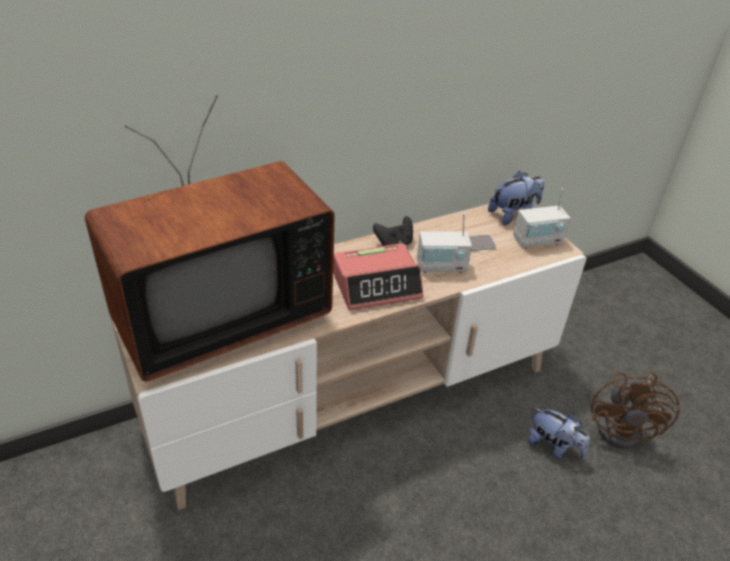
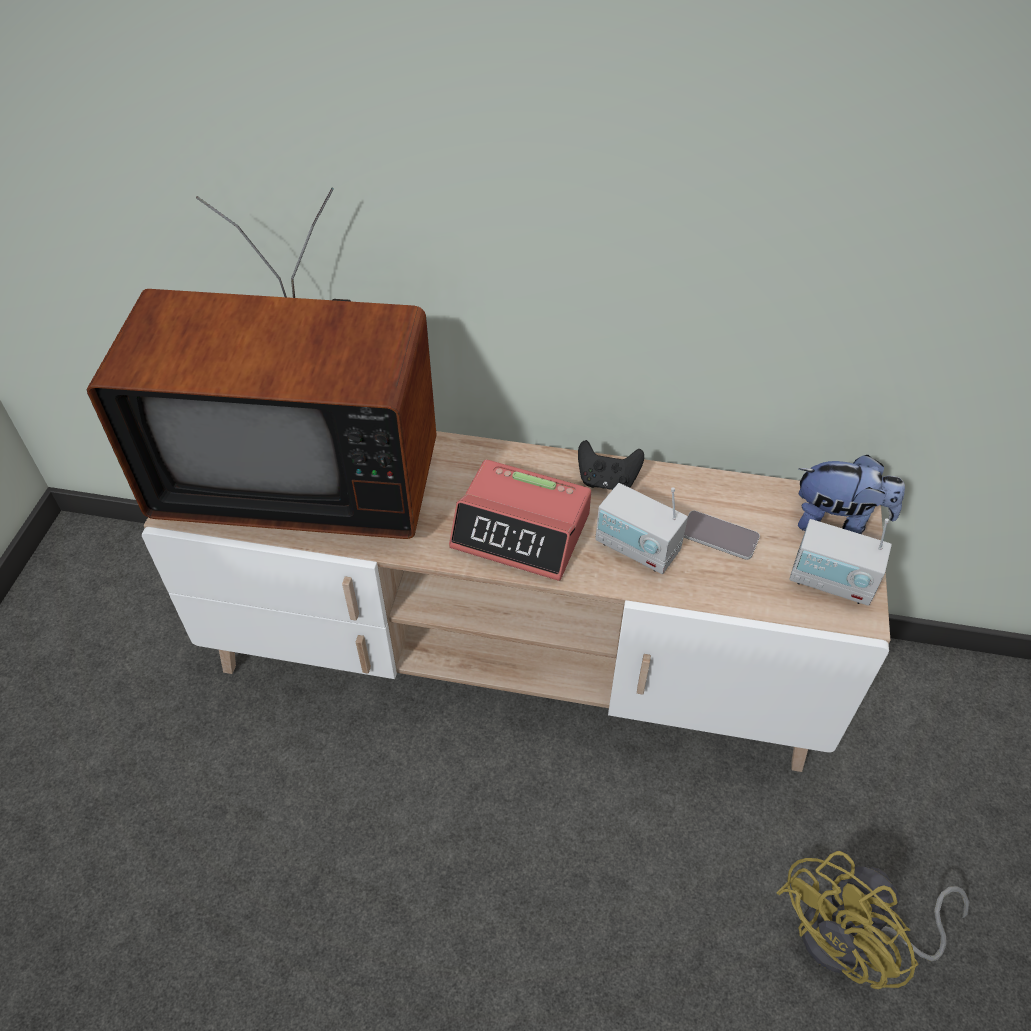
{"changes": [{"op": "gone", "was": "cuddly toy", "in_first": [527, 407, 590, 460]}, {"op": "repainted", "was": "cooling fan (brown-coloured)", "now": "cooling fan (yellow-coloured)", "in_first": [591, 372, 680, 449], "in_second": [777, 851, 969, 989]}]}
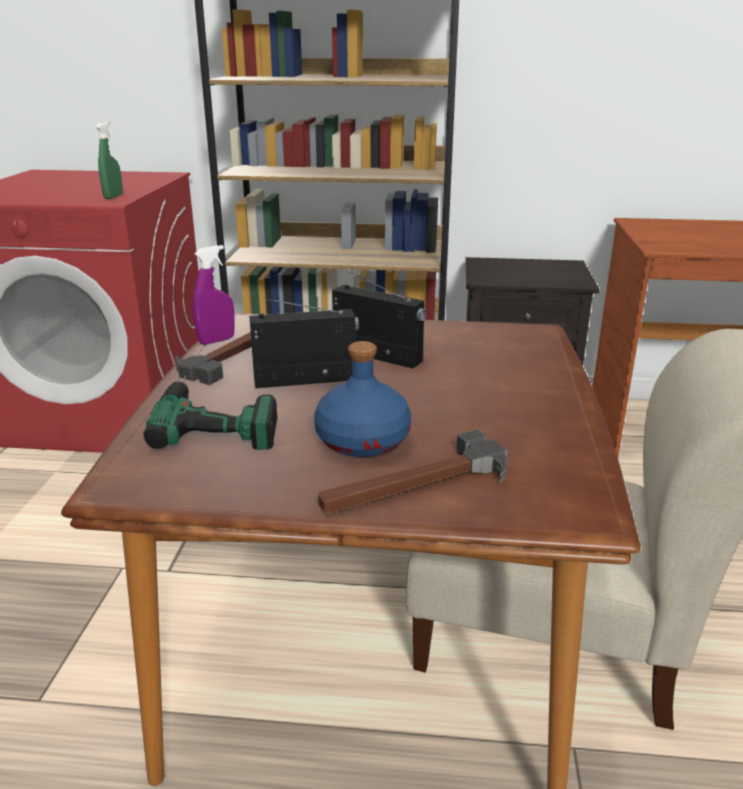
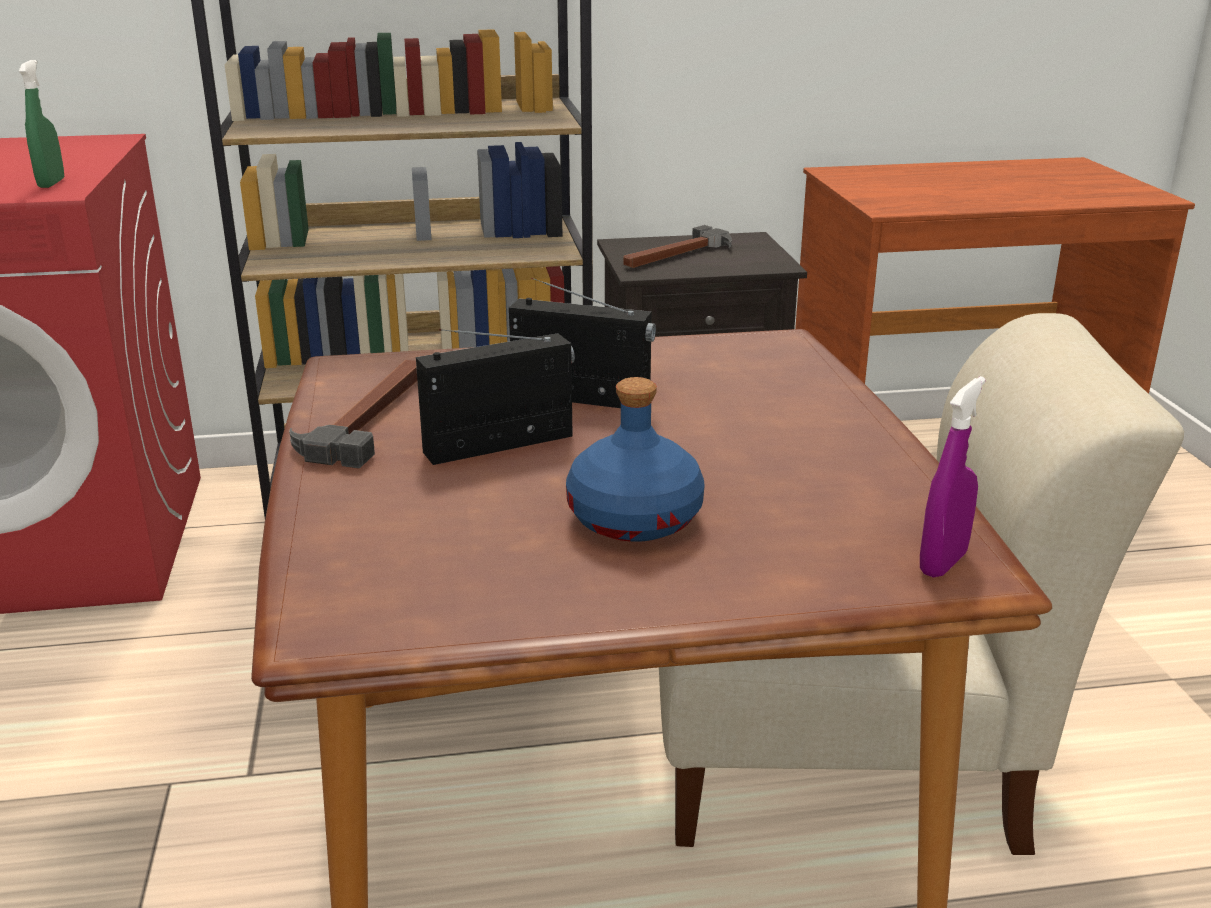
{"changes": [{"op": "gone", "was": "drill", "in_first": [144, 375, 278, 450]}, {"op": "shifted", "was": "spray bottle (purple)", "in_first": [193, 245, 235, 345], "in_second": [920, 376, 985, 578]}, {"op": "shifted", "was": "tool hammer", "in_first": [318, 429, 508, 514], "in_second": [623, 225, 732, 268]}]}
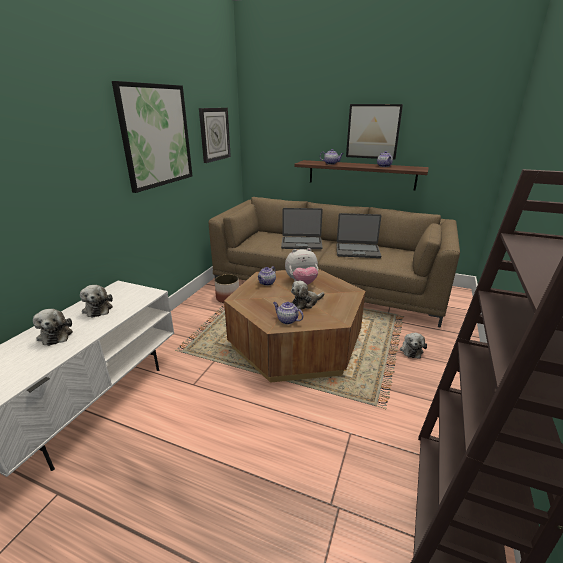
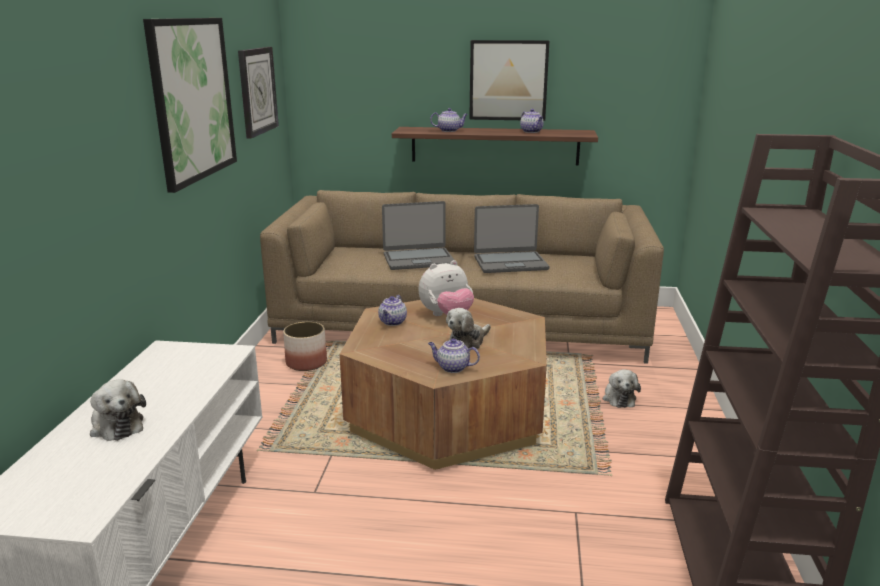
{"changes": [{"op": "gone", "was": "cuddly toy", "in_first": [80, 285, 113, 318]}]}
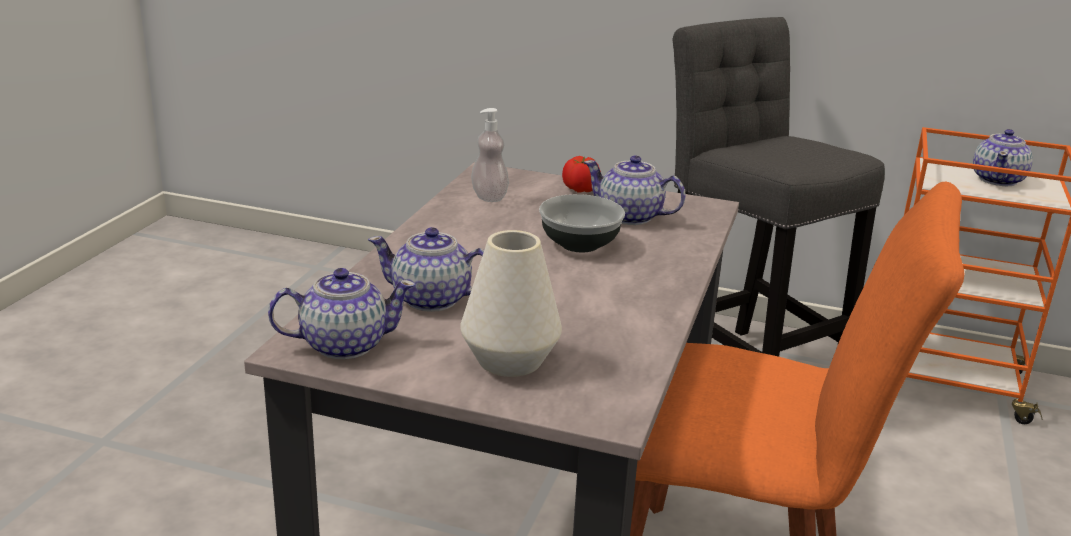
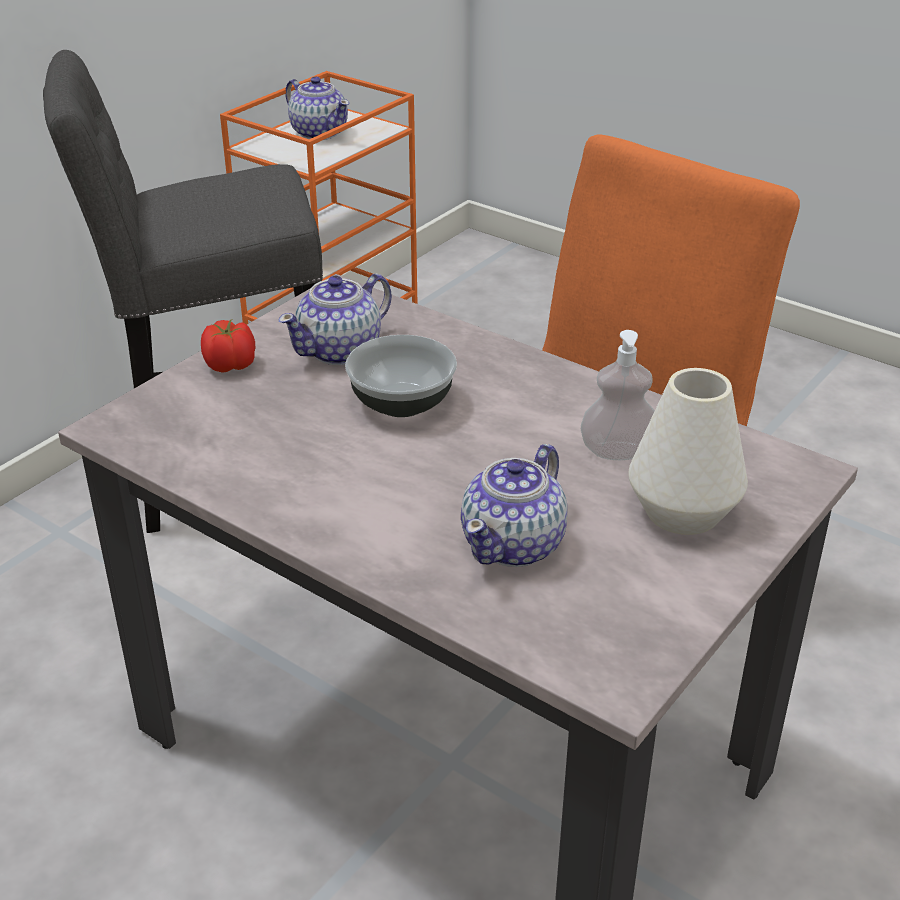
{"changes": [{"op": "gone", "was": "tea pot", "in_first": [268, 268, 416, 359]}, {"op": "shifted", "was": "soap bottle", "in_first": [471, 108, 509, 202], "in_second": [581, 330, 655, 460]}]}
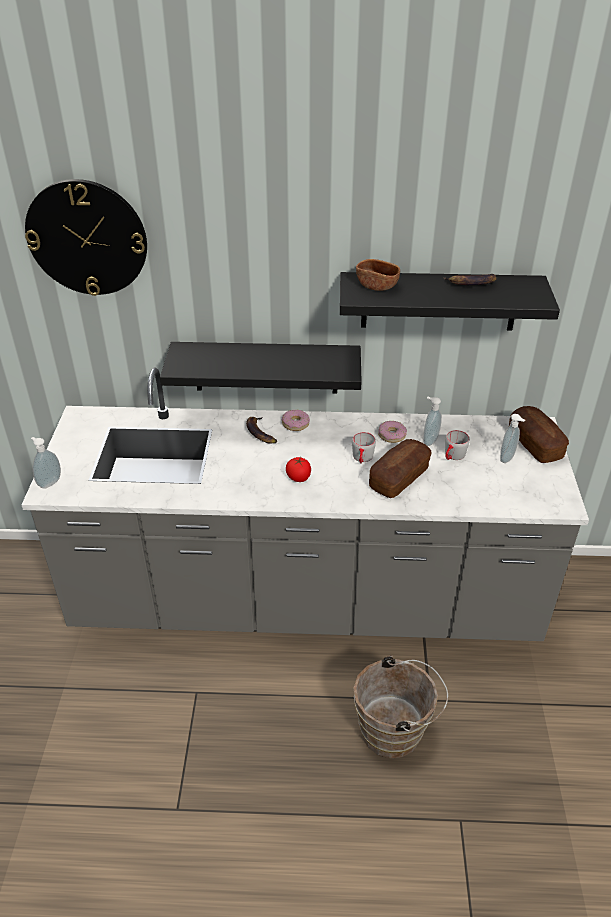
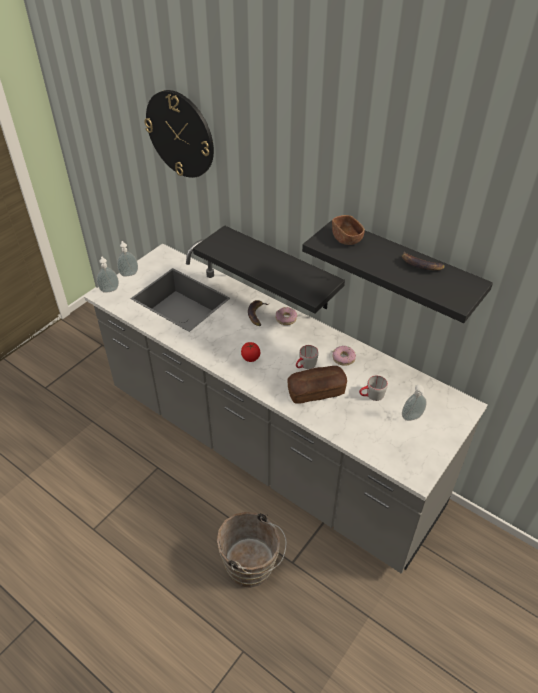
{"changes": [{"op": "gone", "was": "bread", "in_first": [509, 406, 569, 463]}, {"op": "shifted", "was": "soap bottle", "in_first": [423, 397, 442, 446], "in_second": [117, 241, 138, 277]}]}
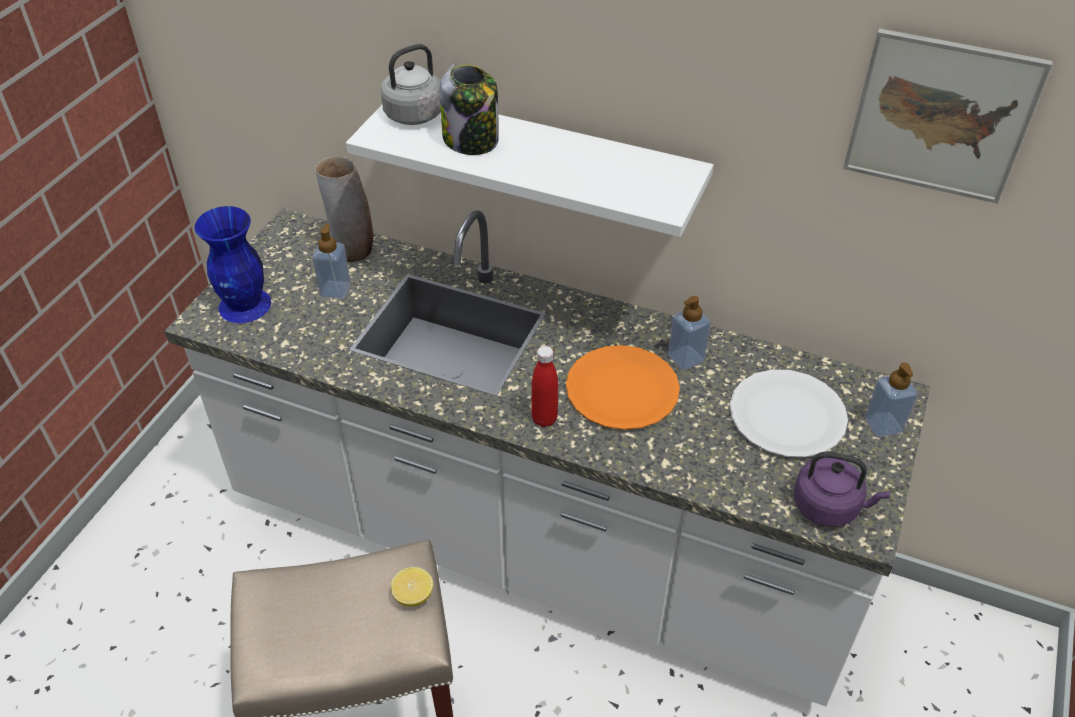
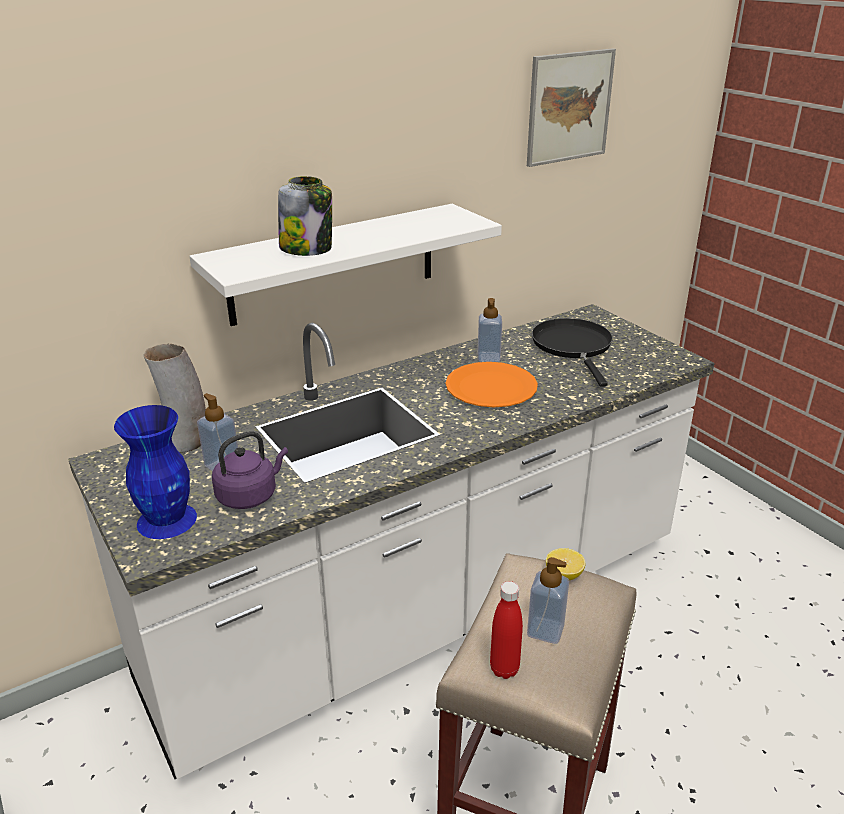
{"changes": [{"op": "gone", "was": "tea kettle (grey)", "in_first": [381, 44, 456, 125]}, {"op": "shifted", "was": "beverage bottle (red-coloured)", "in_first": [532, 346, 558, 427], "in_second": [490, 581, 523, 679]}, {"op": "shifted", "was": "tea kettle (purple)", "in_first": [794, 451, 890, 527], "in_second": [212, 431, 288, 509]}, {"op": "shifted", "was": "soap bottle", "in_first": [865, 362, 918, 437], "in_second": [527, 557, 569, 644]}, {"op": "swapped", "was": "dinner plate (white)", "now": "skillet (blackish)", "in_first": [730, 369, 848, 458], "in_second": [532, 318, 613, 387]}]}
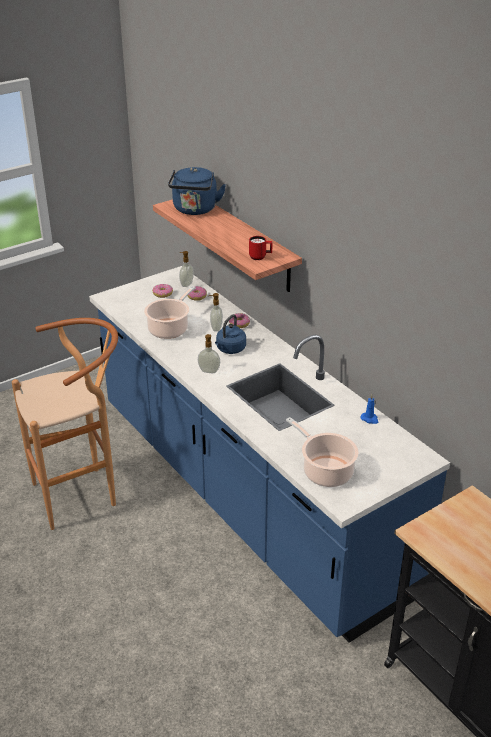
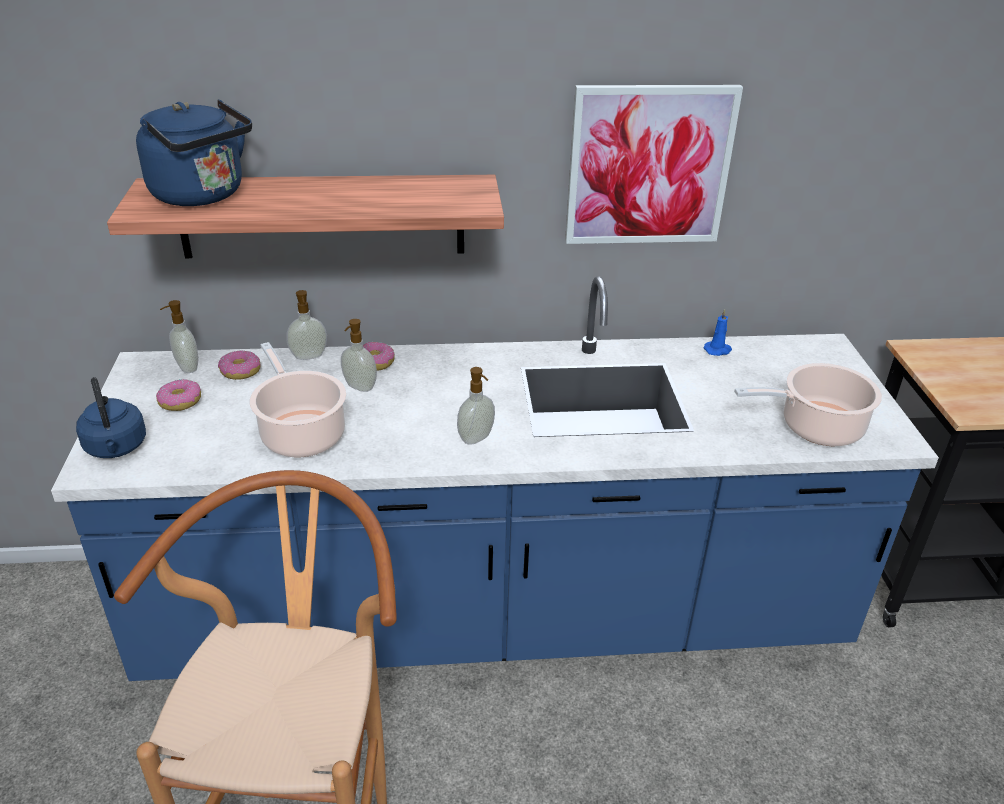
{"changes": [{"op": "gone", "was": "mug (red-coloured)", "in_first": [249, 236, 272, 260]}, {"op": "new", "now": "soap bottle", "in_second": [286, 290, 327, 360]}, {"op": "new", "now": "wall picture", "in_second": [565, 85, 743, 244]}, {"op": "shifted", "was": "tea kettle (bluish)", "in_first": [215, 314, 246, 354], "in_second": [76, 377, 146, 458]}]}
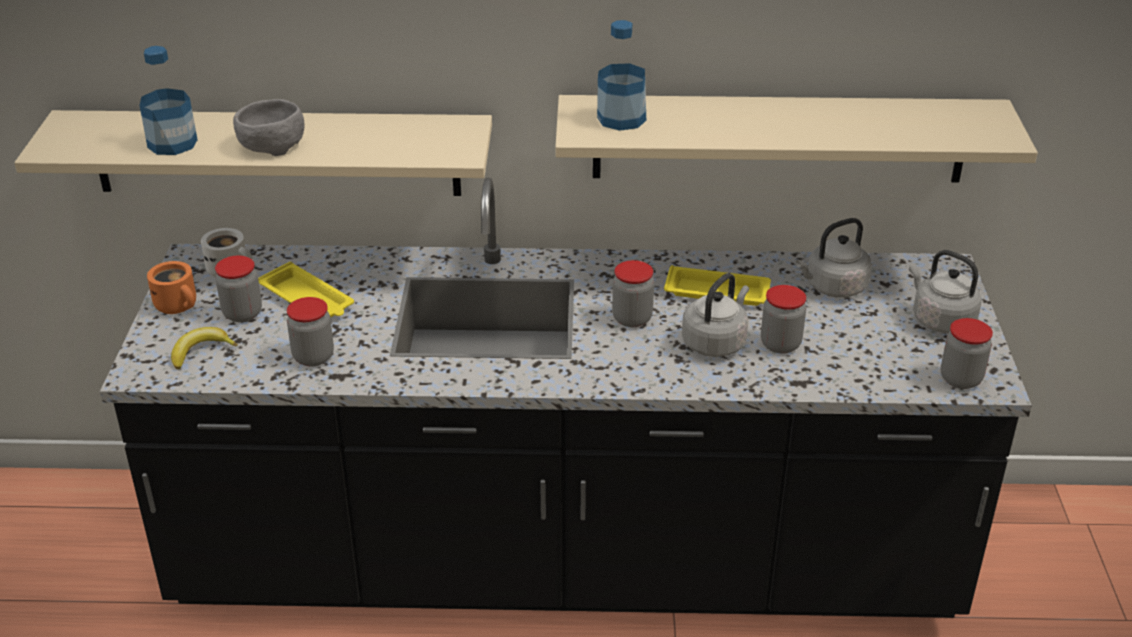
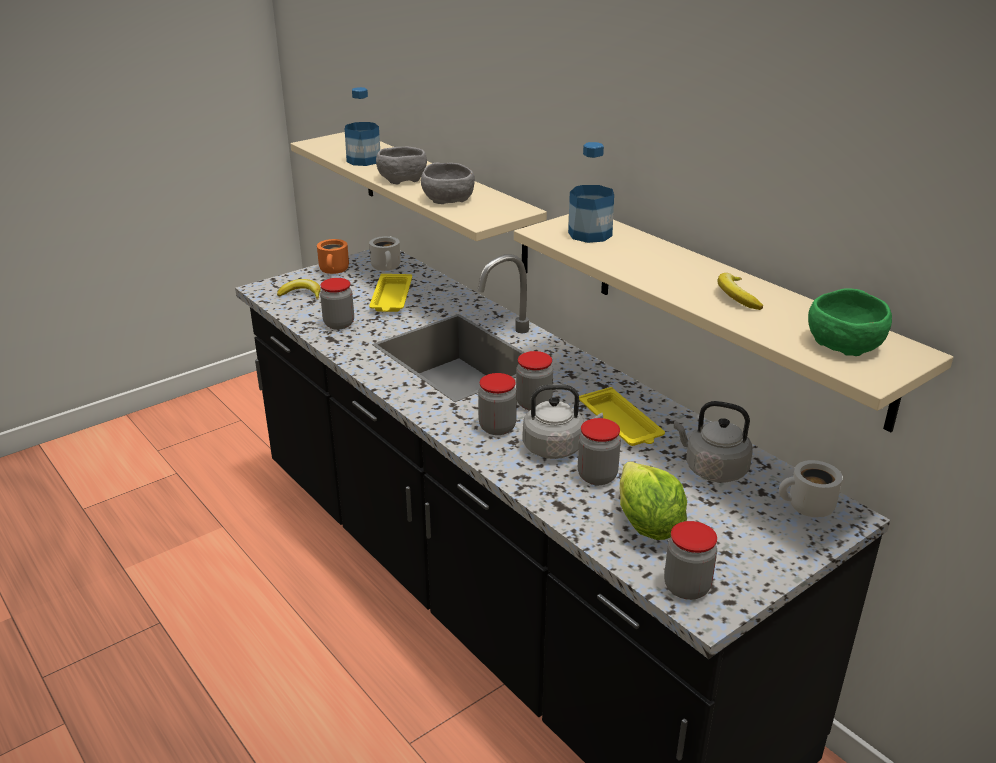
{"changes": [{"op": "gone", "was": "tea kettle (grey)", "in_first": [909, 250, 982, 333]}, {"op": "new", "now": "bowl (grey)", "in_second": [421, 163, 475, 204]}, {"op": "new", "now": "lettuce head", "in_second": [620, 461, 687, 540]}, {"op": "new", "now": "whole banana", "in_second": [717, 273, 763, 310]}, {"op": "new", "now": "mug (white)", "in_second": [779, 460, 843, 517]}, {"op": "new", "now": "bowl (green)", "in_second": [808, 288, 892, 356]}, {"op": "shifted", "was": "storage jar", "in_first": [215, 256, 262, 322], "in_second": [478, 373, 517, 435]}]}
